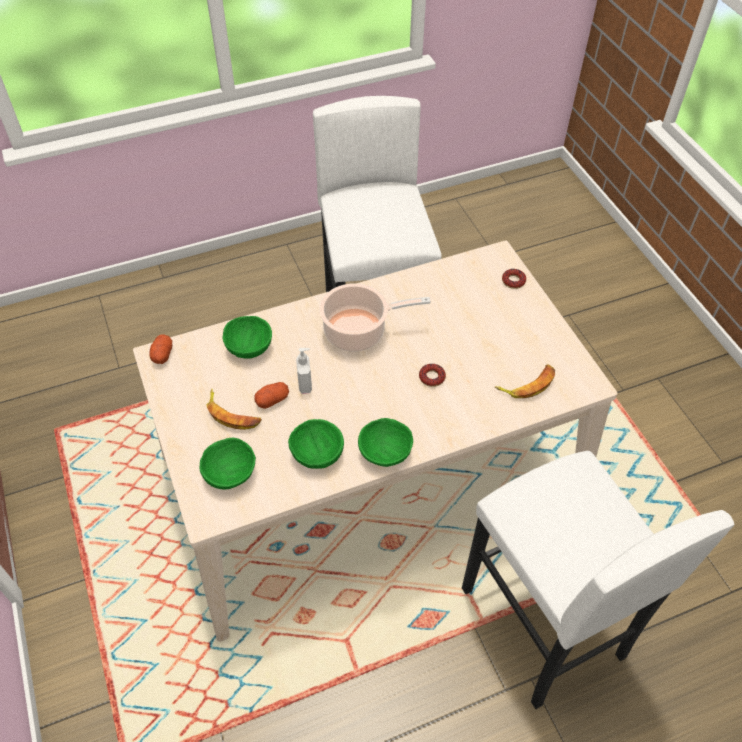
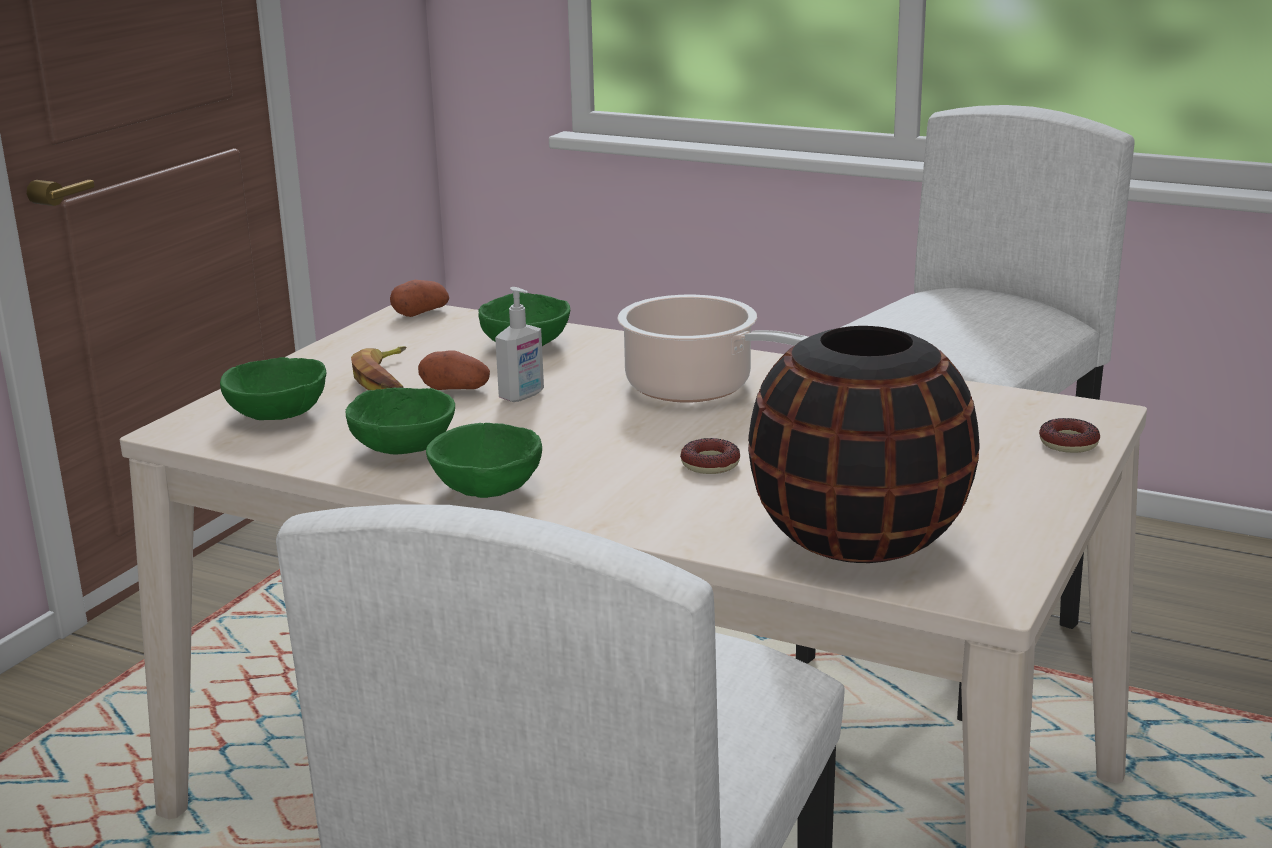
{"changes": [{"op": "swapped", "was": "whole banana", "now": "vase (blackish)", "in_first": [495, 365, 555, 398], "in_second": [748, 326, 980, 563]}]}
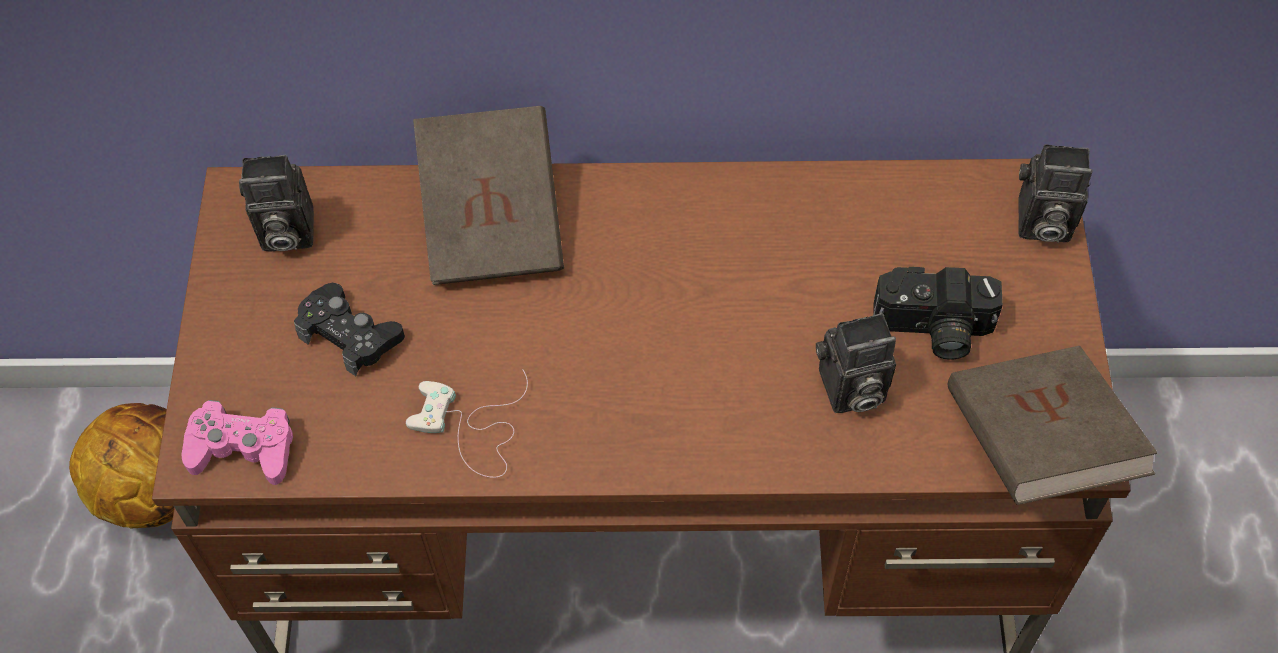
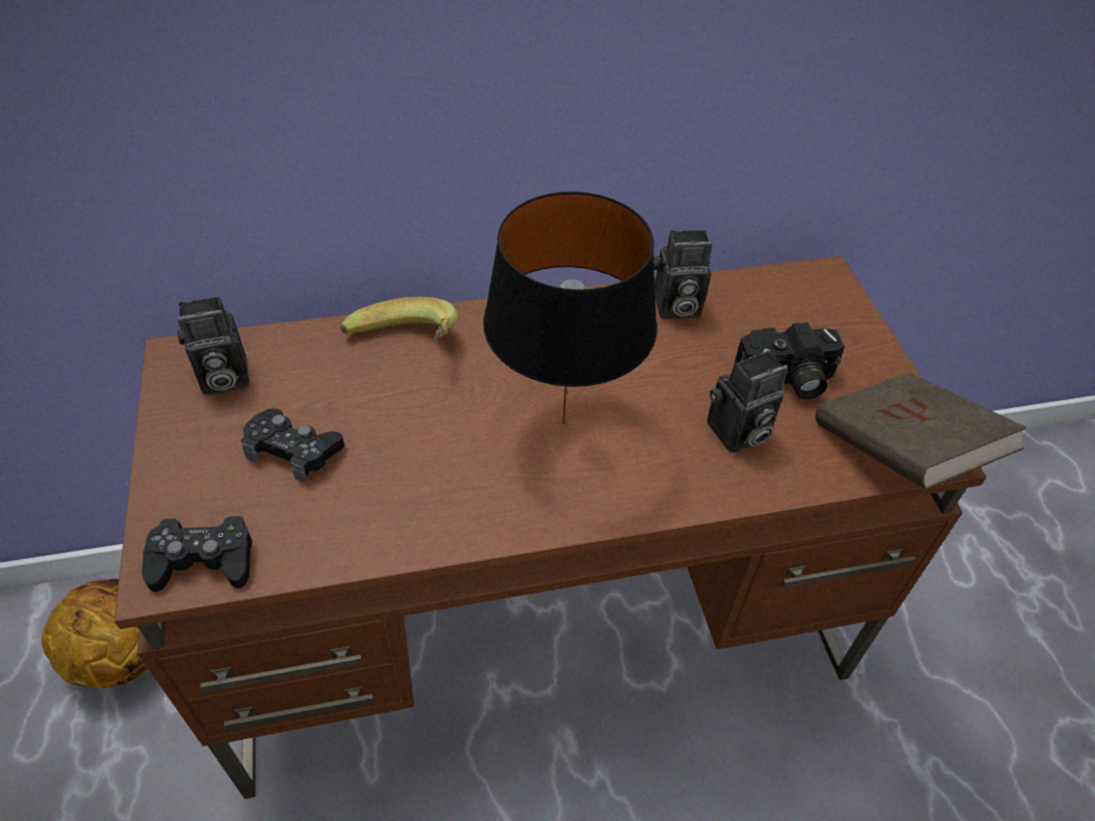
{"changes": [{"op": "gone", "was": "game controller (white)", "in_first": [406, 369, 528, 478]}, {"op": "new", "now": "tabletop lamp (blackish)", "in_second": [483, 191, 657, 425]}, {"op": "shifted", "was": "photo camera", "in_first": [1018, 144, 1093, 243], "in_second": [654, 230, 713, 319]}, {"op": "swapped", "was": "bound book (brown-coloured)", "now": "whole banana", "in_first": [413, 106, 564, 285], "in_second": [340, 297, 458, 341]}, {"op": "repainted", "was": "game controller (pink-coloured)", "now": "game controller (blackish)", "in_first": [181, 400, 293, 485], "in_second": [142, 515, 252, 592]}]}
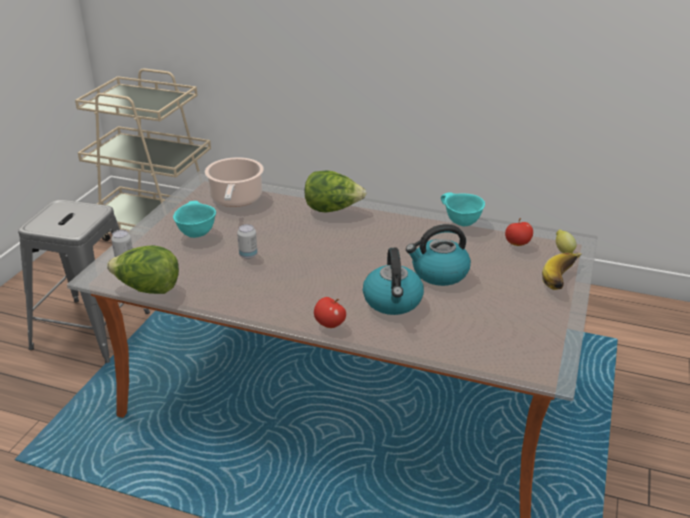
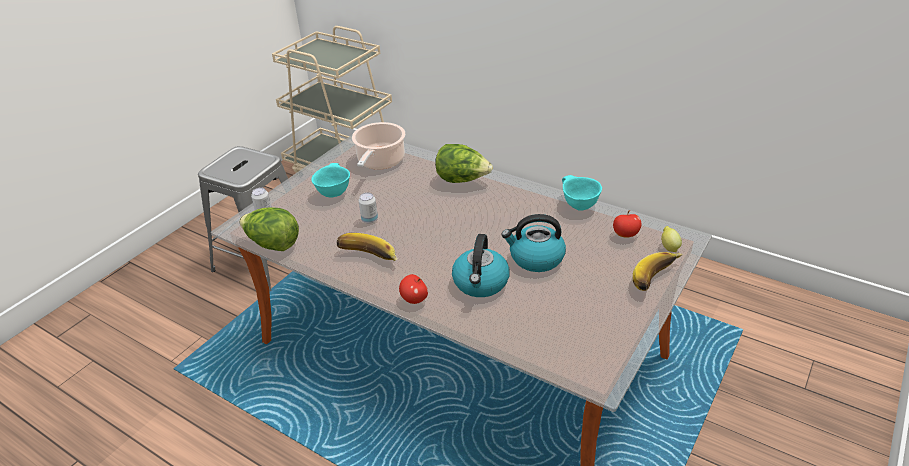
{"changes": [{"op": "new", "now": "whole banana", "in_second": [337, 233, 398, 261]}]}
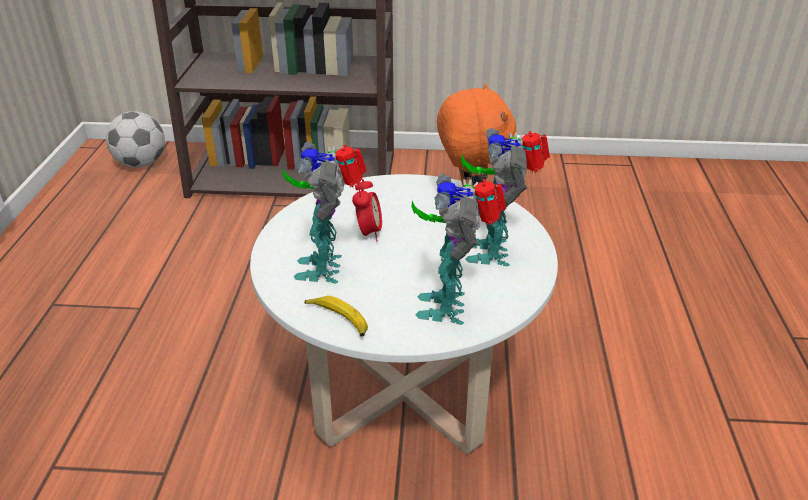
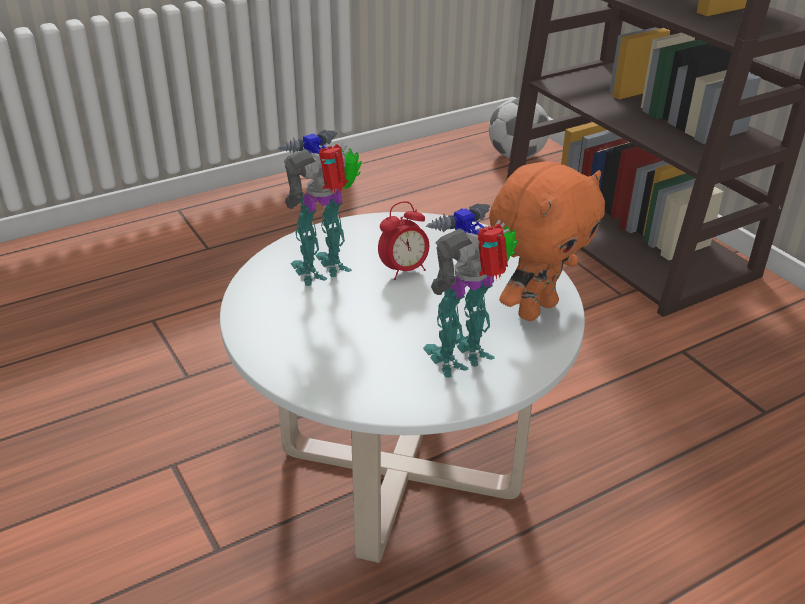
{"changes": [{"op": "gone", "was": "whole banana", "in_first": [305, 295, 368, 337]}, {"op": "gone", "was": "robot figure", "in_first": [412, 174, 506, 325]}]}
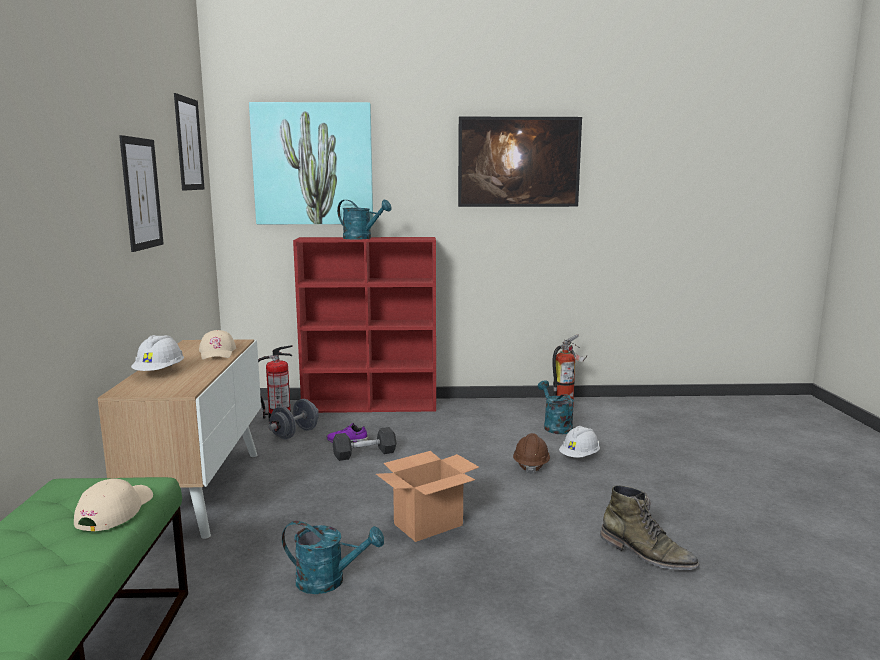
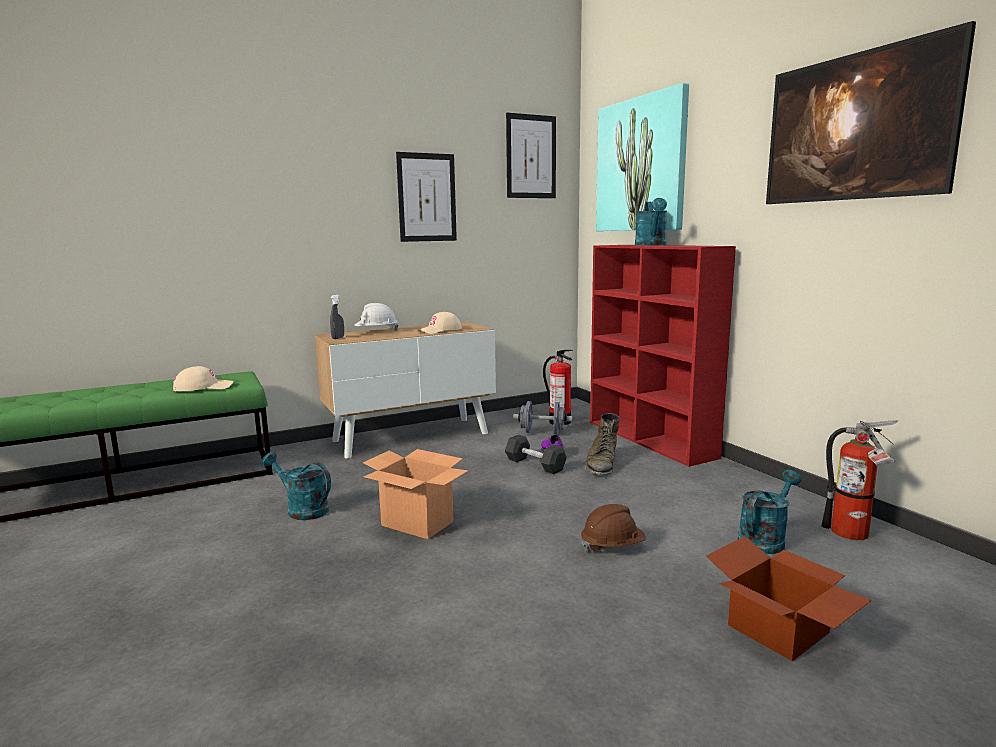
{"changes": [{"op": "gone", "was": "safety helmet (white)", "in_first": [559, 426, 600, 458]}, {"op": "new", "now": "spray bottle (grey)", "in_second": [330, 294, 344, 339]}, {"op": "new", "now": "packing box", "in_second": [706, 536, 871, 661]}, {"op": "shifted", "was": "high-top boot (green)", "in_first": [600, 485, 699, 570], "in_second": [585, 413, 620, 476]}, {"op": "rotated", "was": "watering can (blue-green)", "in_first": [282, 521, 384, 594], "in_second": [262, 452, 331, 520], "clockwise": 135}]}
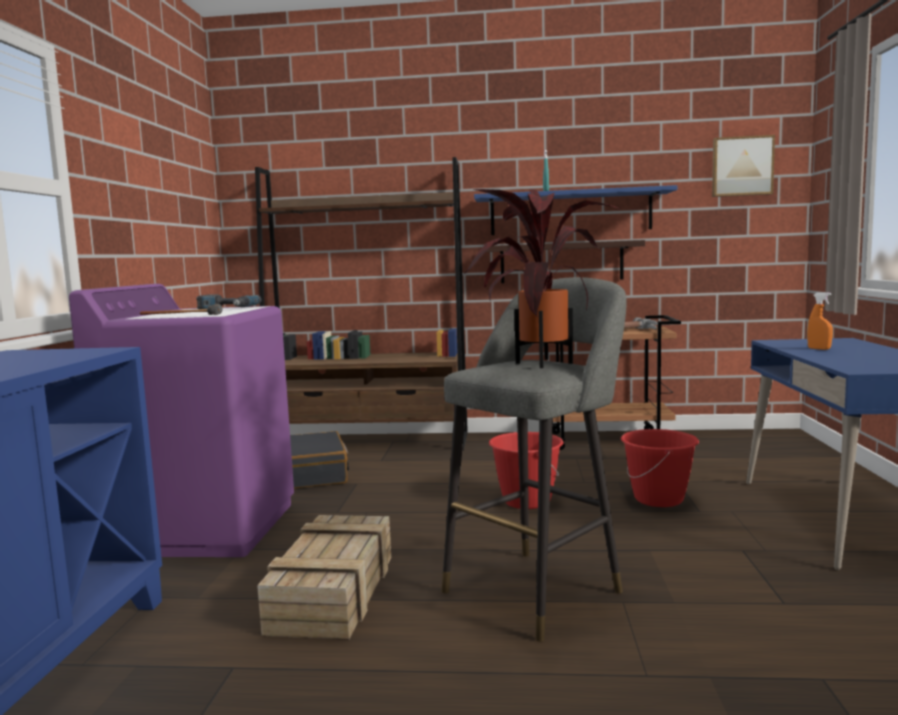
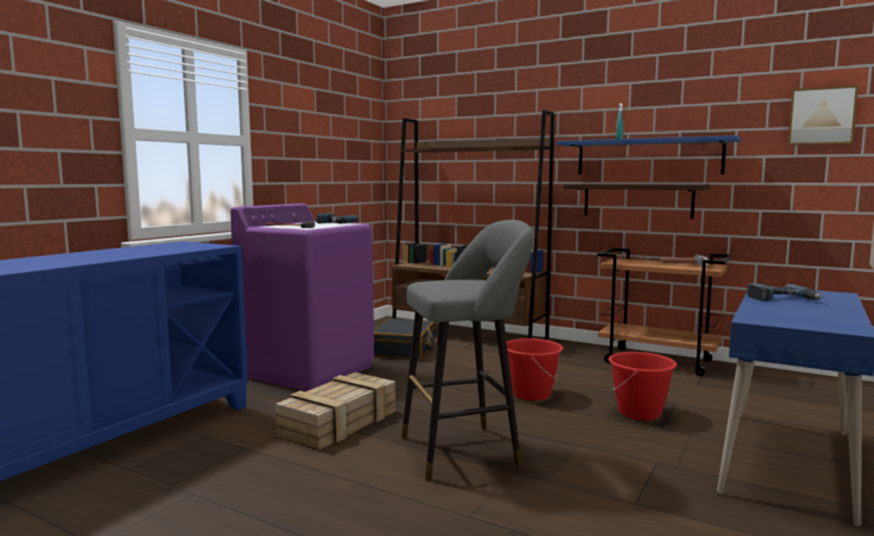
{"changes": [{"op": "gone", "was": "plant in a pot", "in_first": [464, 189, 620, 368]}, {"op": "swapped", "was": "spray bottle (orangey)", "now": "drill", "in_first": [807, 292, 833, 350], "in_second": [747, 283, 822, 301]}]}
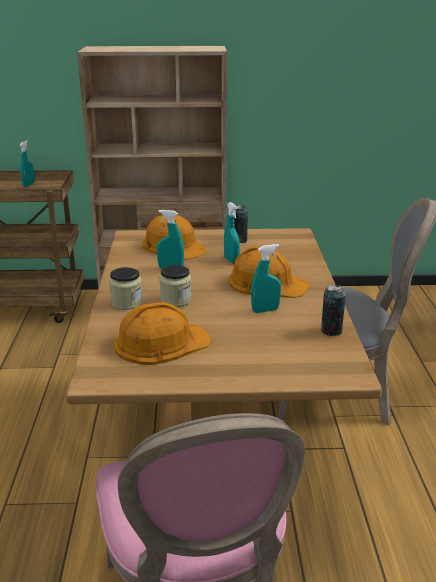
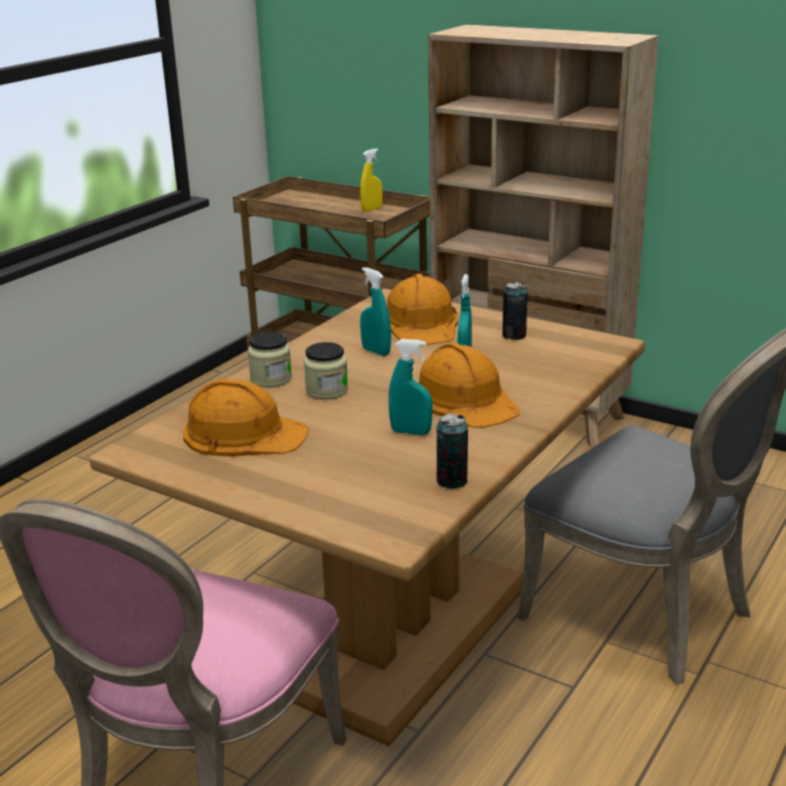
{"changes": [{"op": "repainted", "was": "spray bottle (blue-green)", "now": "spray bottle (yellow-coloured)", "in_first": [19, 141, 35, 187], "in_second": [360, 148, 383, 211]}]}
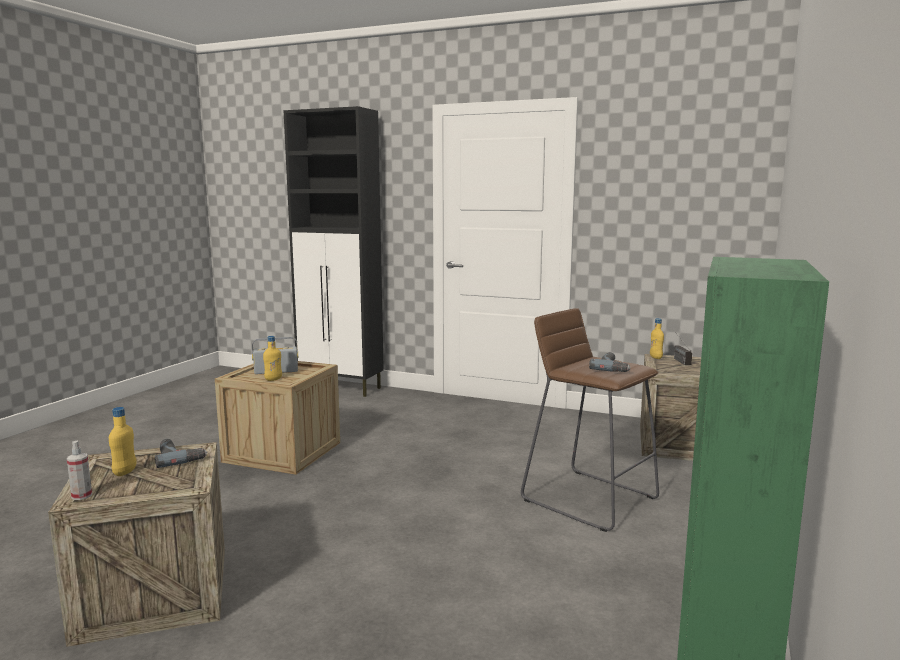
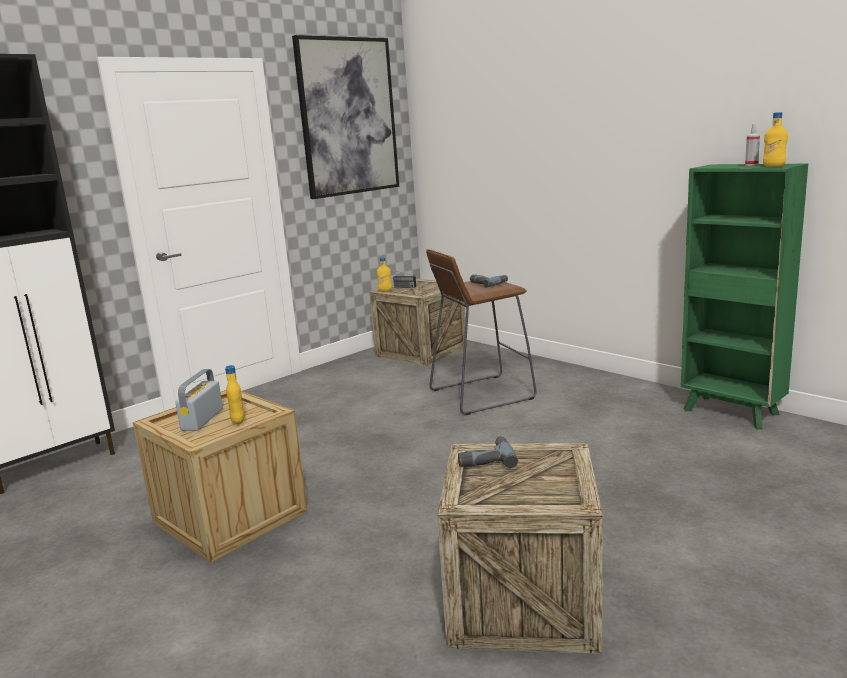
{"changes": [{"op": "new", "now": "wall picture", "in_second": [292, 35, 399, 199]}, {"op": "shifted", "was": "spray bottle", "in_first": [67, 440, 92, 500], "in_second": [745, 124, 760, 166]}, {"op": "shifted", "was": "beverage bottle (yellow-coloured)", "in_first": [109, 407, 136, 476], "in_second": [763, 112, 788, 167]}]}
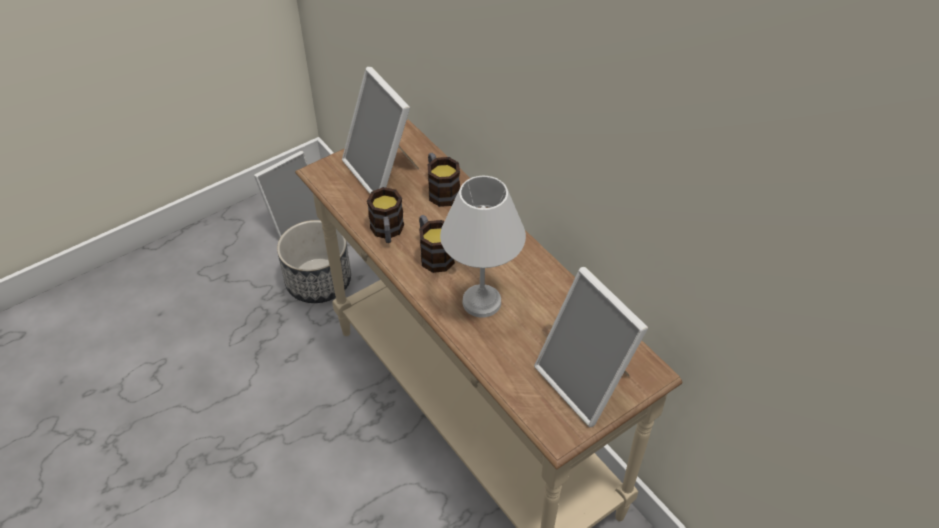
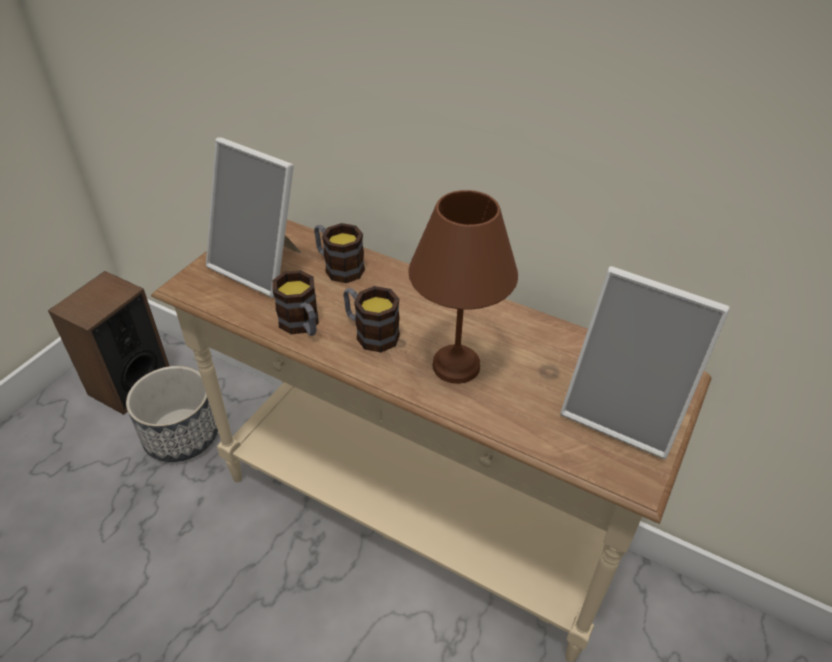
{"changes": [{"op": "swapped", "was": "picture frame", "now": "loudspeaker", "in_first": [254, 151, 319, 239], "in_second": [48, 271, 169, 415]}, {"op": "repainted", "was": "tabletop lamp (white)", "now": "tabletop lamp (brown-coloured)", "in_first": [440, 176, 526, 318], "in_second": [409, 190, 518, 384]}]}
